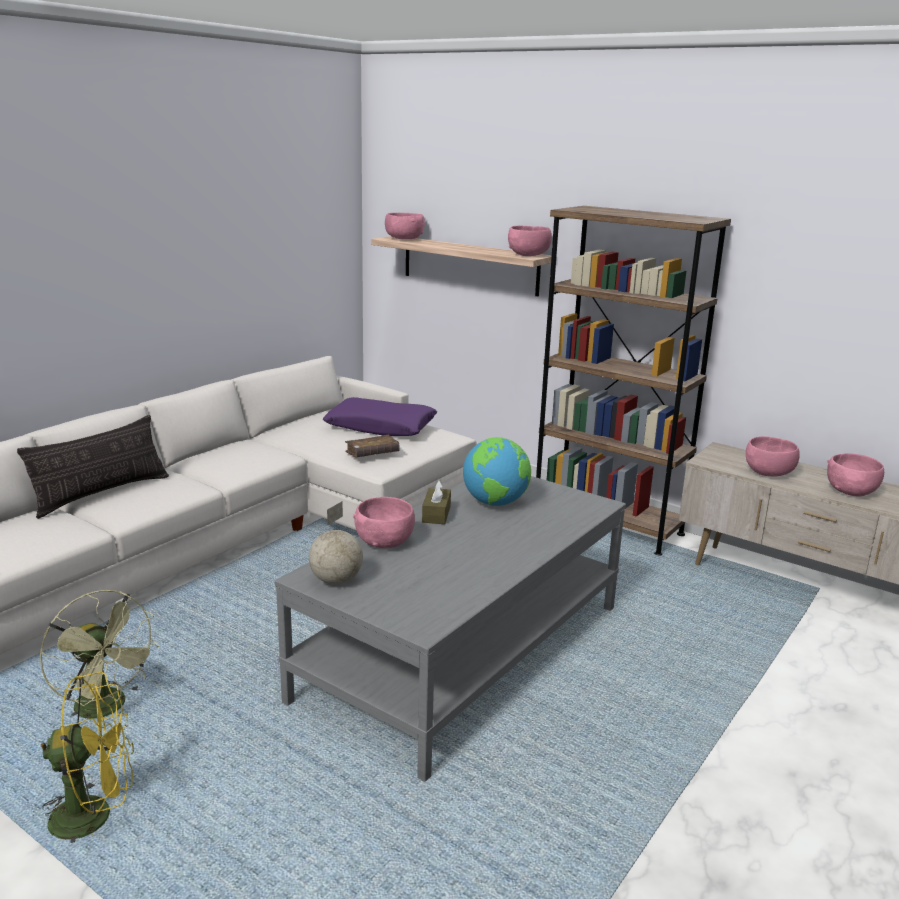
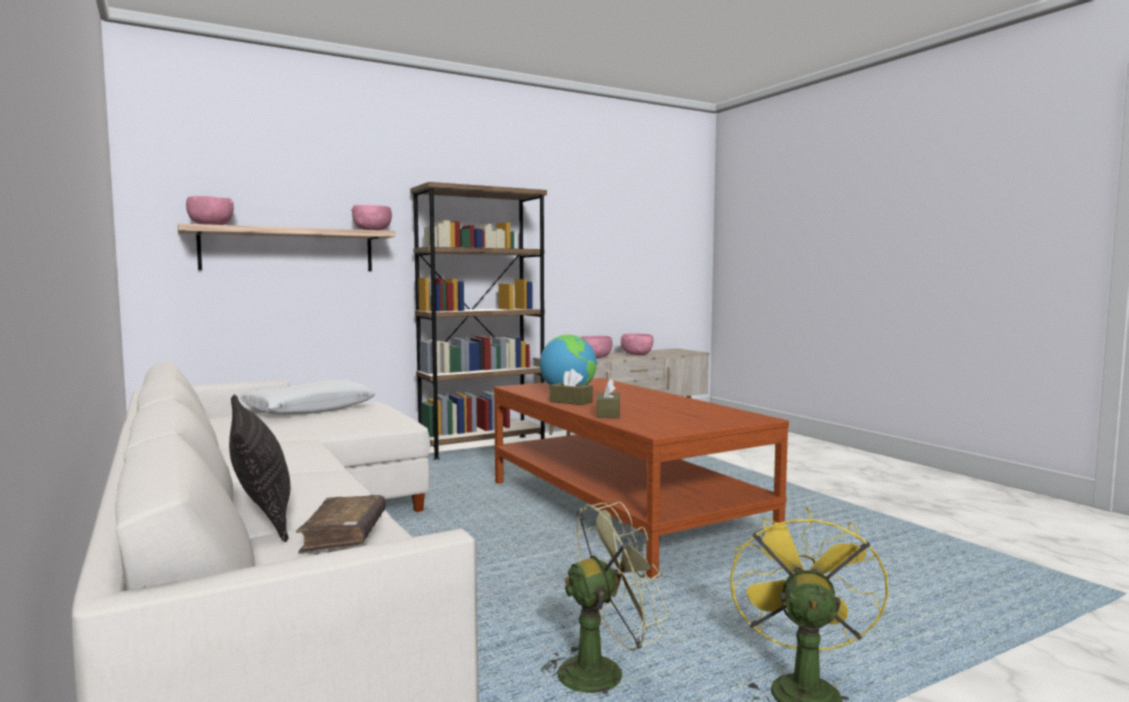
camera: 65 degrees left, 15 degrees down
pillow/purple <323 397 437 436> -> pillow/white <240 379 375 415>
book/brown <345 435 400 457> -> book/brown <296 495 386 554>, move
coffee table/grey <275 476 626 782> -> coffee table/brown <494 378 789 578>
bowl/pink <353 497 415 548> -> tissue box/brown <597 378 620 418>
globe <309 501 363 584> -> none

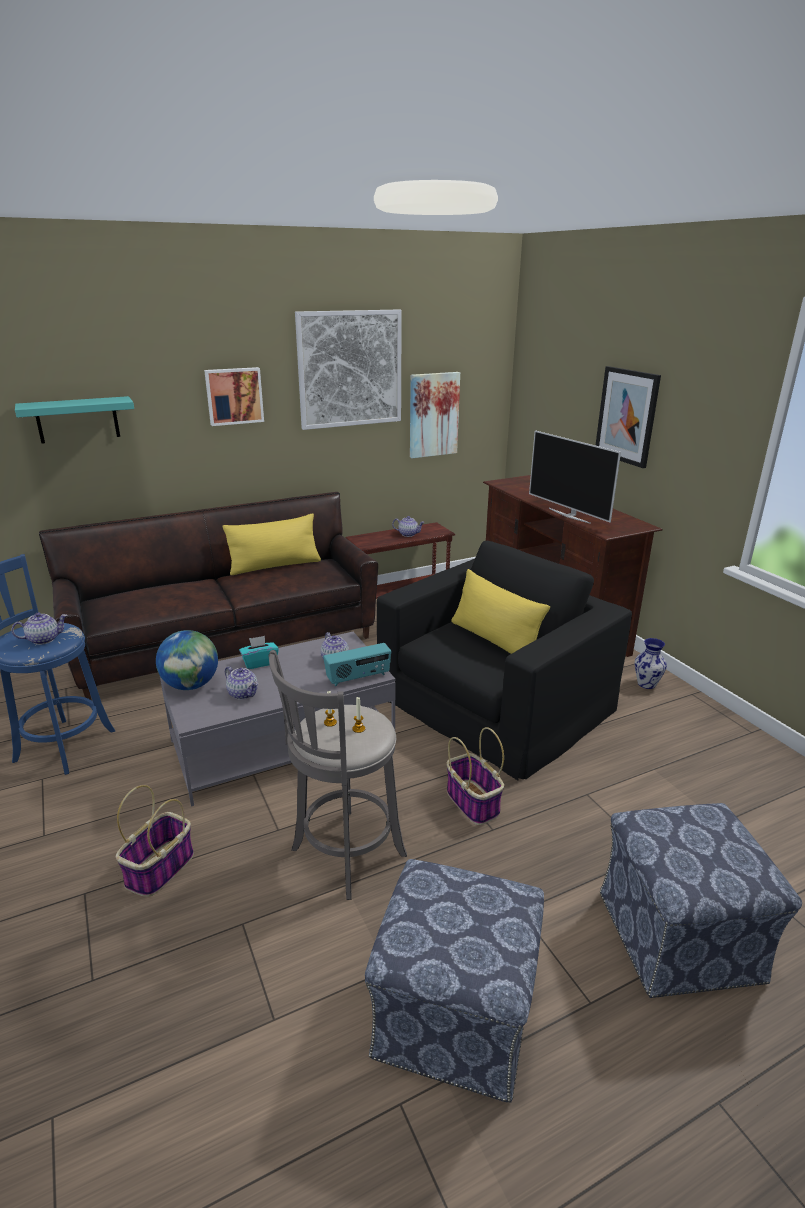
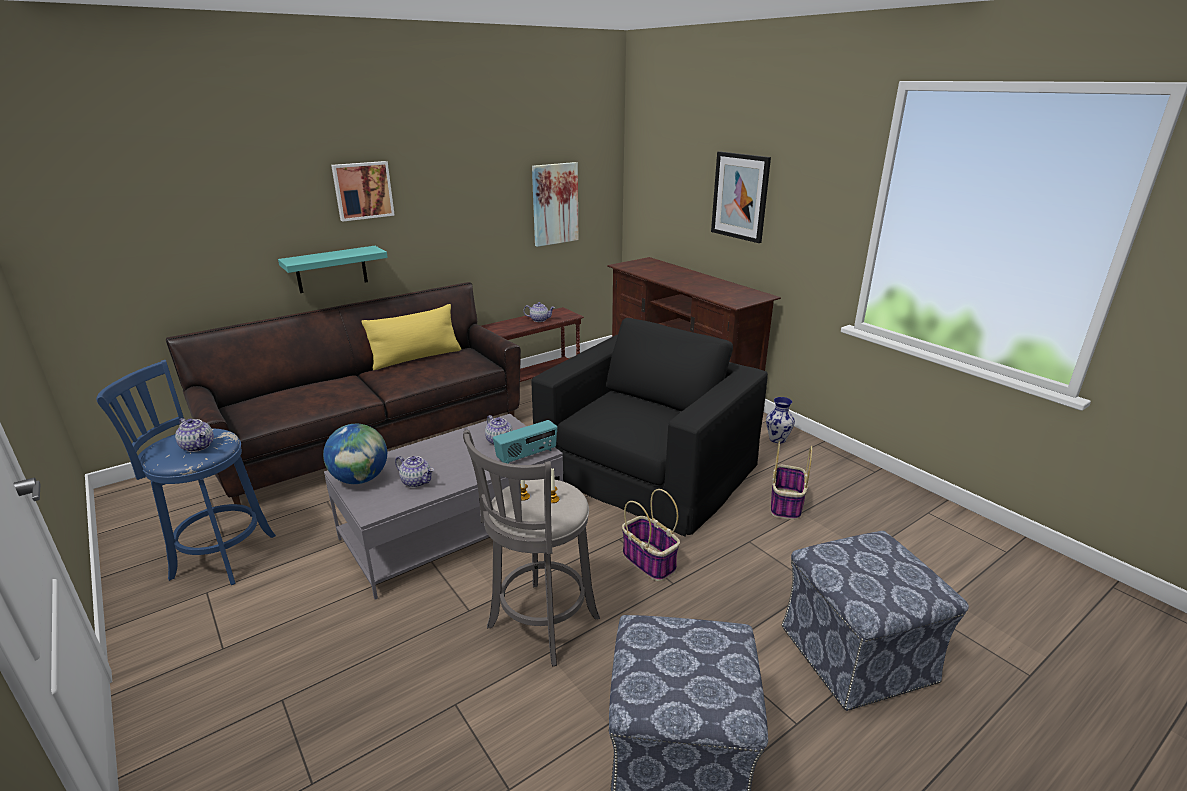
camera: 10 degrees left, 0 degrees up
picture <295 310 402 430> -> none
shelf/turquoise <15 396 134 443> -> shelf/turquoise <278 246 388 293>, move
television <529 430 621 524> -> none
pillow/yellow <451 569 550 654> -> none
teapot <11 612 67 645> -> teapot <175 418 214 452>, 75 degrees clockwise
tissue box/turquoise <239 636 279 669> -> none
basket <116 785 194 897> -> basket <771 441 812 520>, move

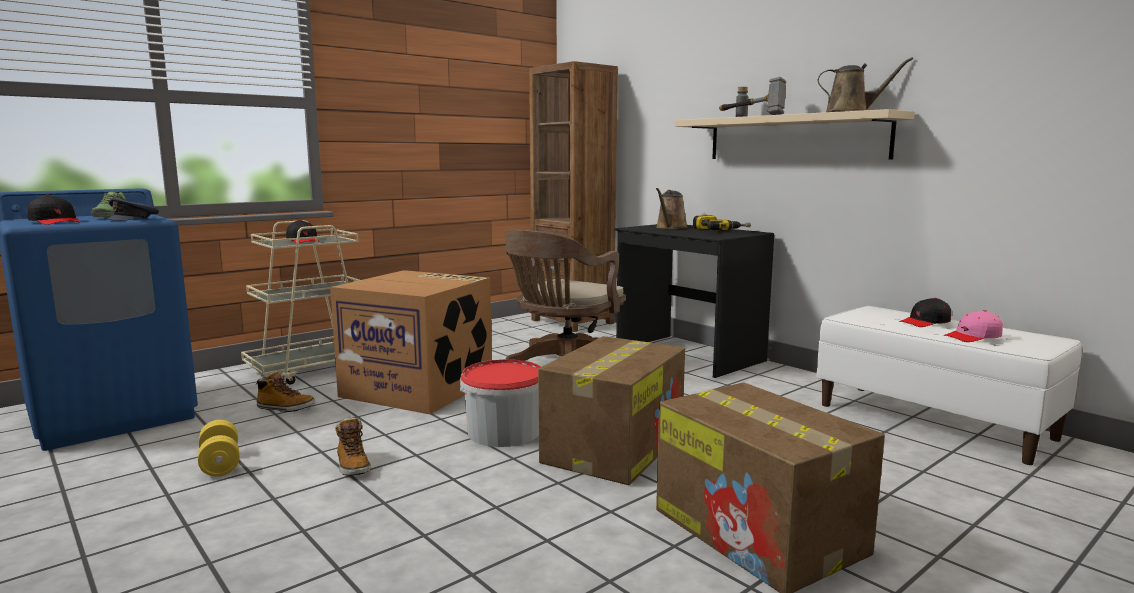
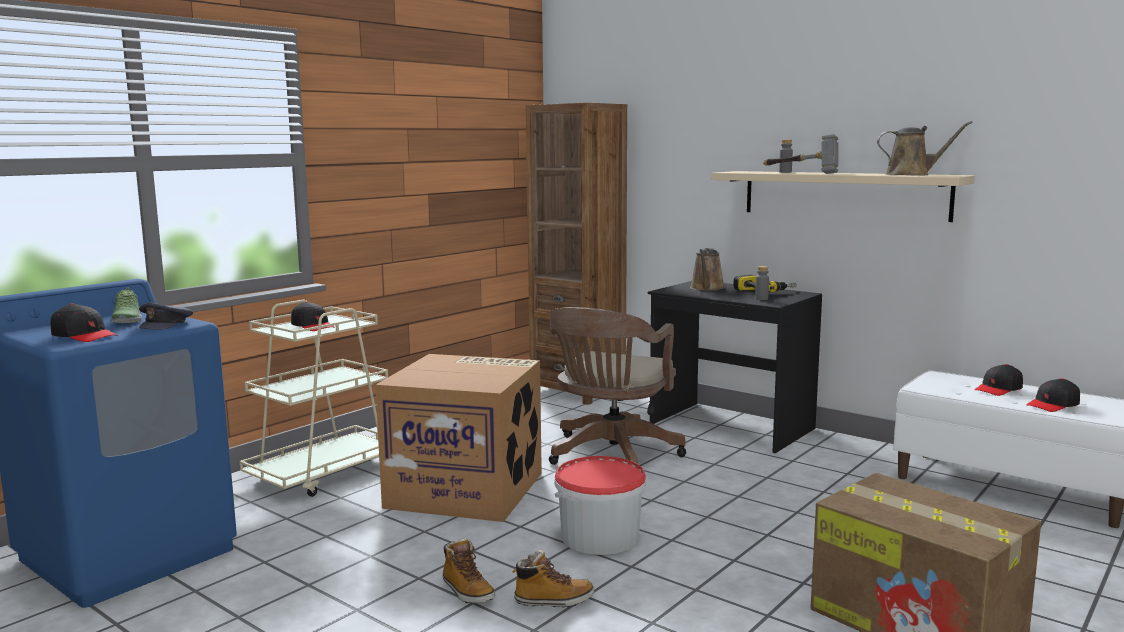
camera: 10 degrees left, 0 degrees up
cap/pink <944 310 1003 342> -> cap/black <1026 378 1080 412>
cardboard box <538 336 685 485> -> none
boot <255 371 315 412> -> boot <512 550 594 608>, move
dumbbell/yellow <198 420 240 476> -> none
none -> bottle/grey <755 266 769 300>

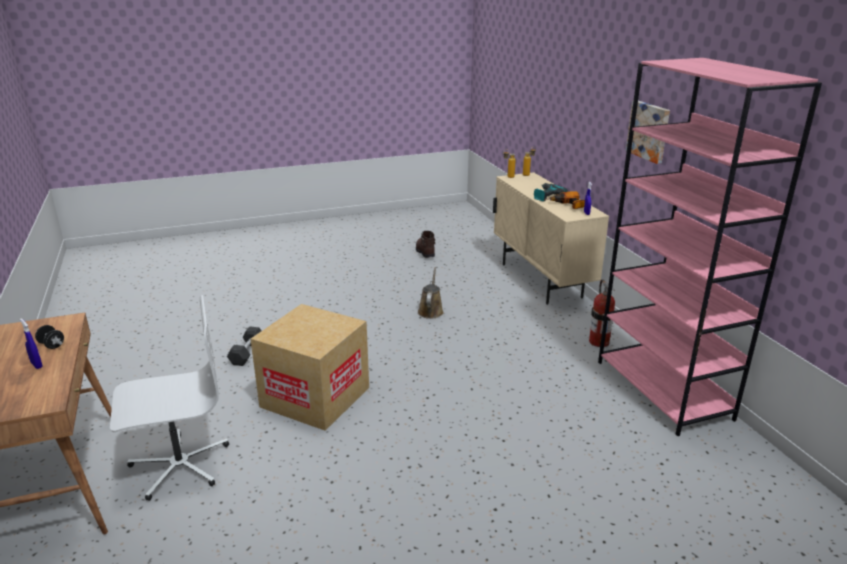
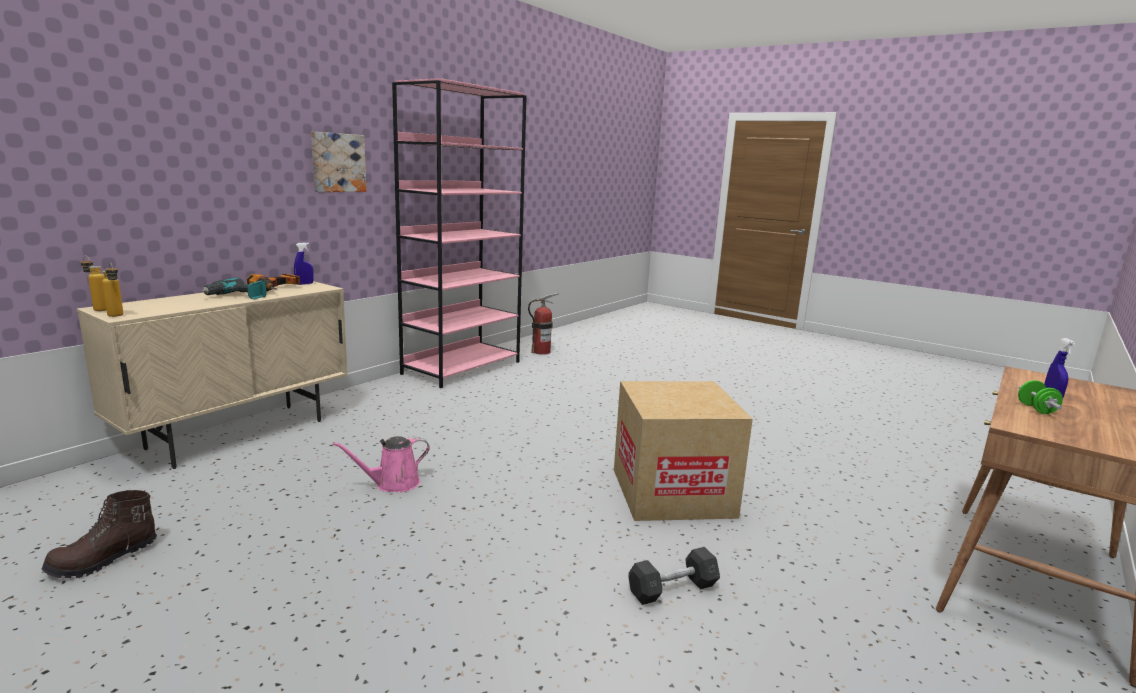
camera: 125 degrees left, 10 degrees down
watering can/brown <418 267 444 319> -> watering can/pink <333 436 430 492>
fire extinguisher <589 279 615 347> -> fire extinguisher <528 293 559 355>, move
office chair/white <110 295 229 501> -> none
dumbbell/black <35 325 64 349> -> dumbbell/green <1018 380 1063 414>

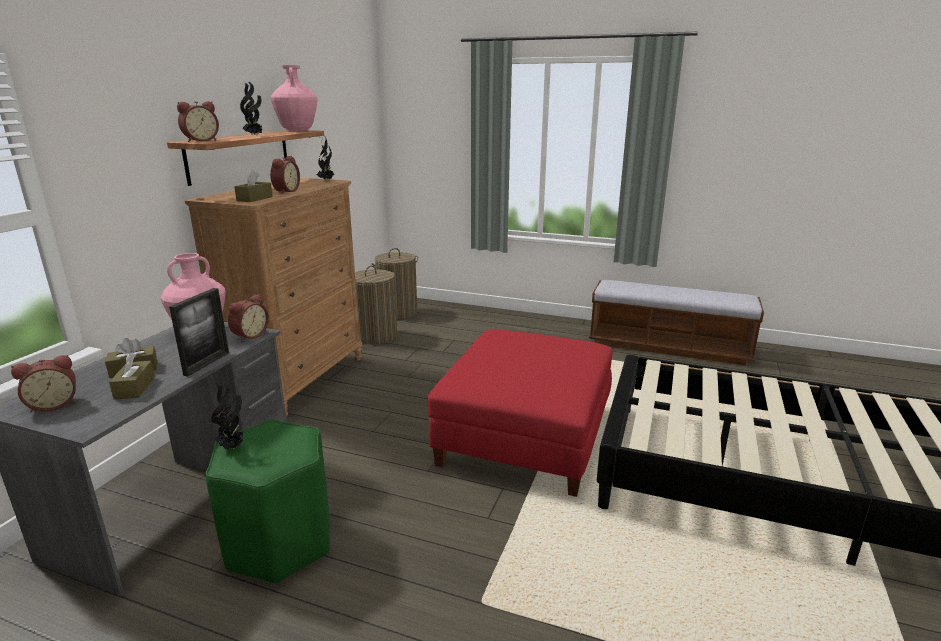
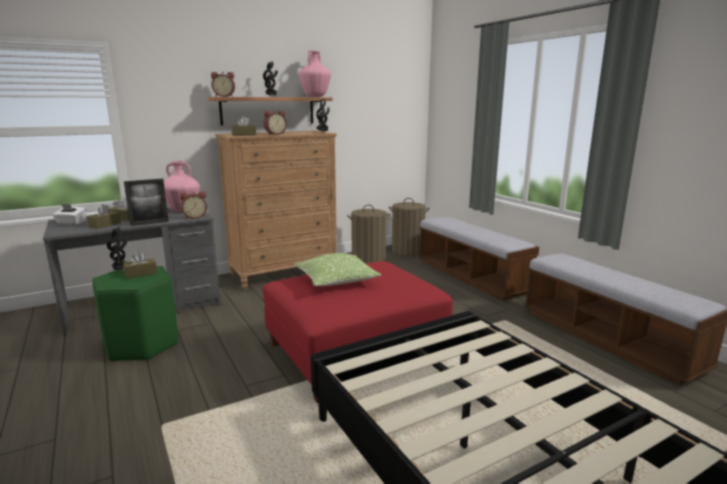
camera: 40 degrees right, 5 degrees down
alarm clock <11 355 76 412> -> tissue box/white <52 204 86 225>
none -> bench <419 217 539 301>
none -> tissue box/brown <123 251 157 279>
none -> pillow <295 253 381 286>

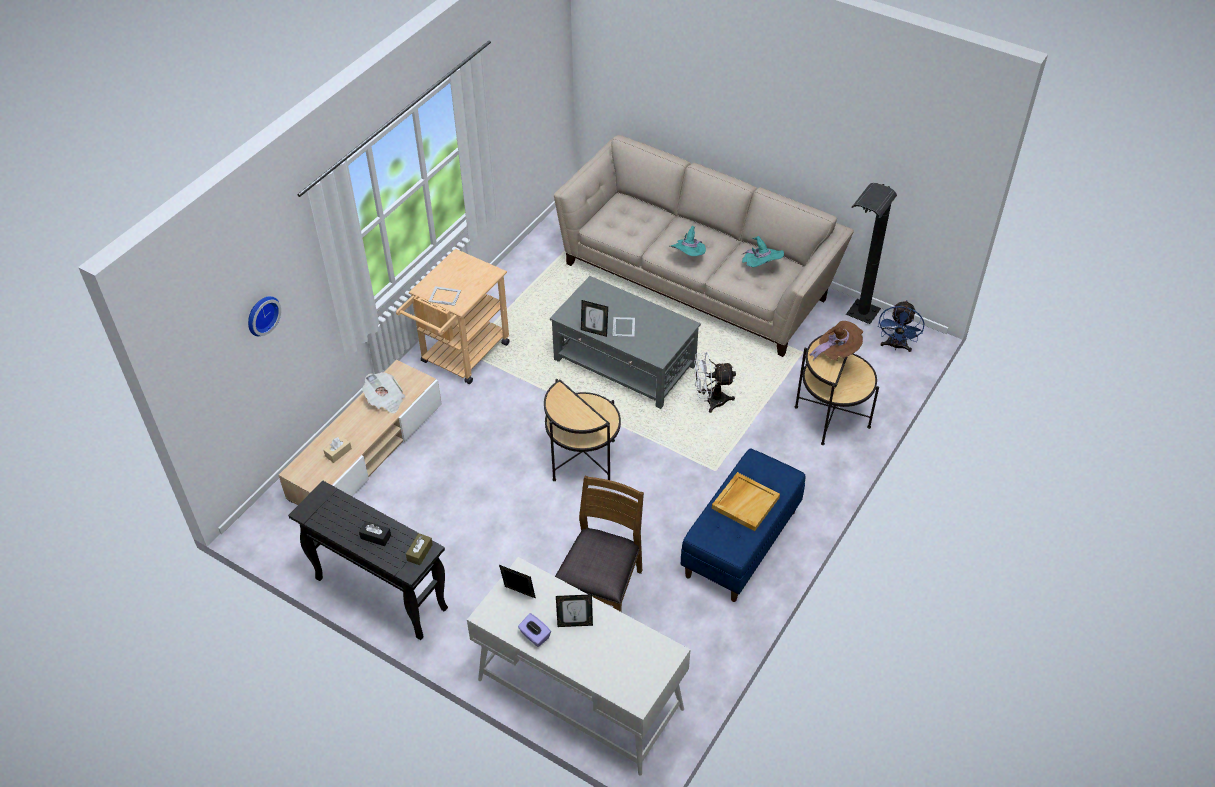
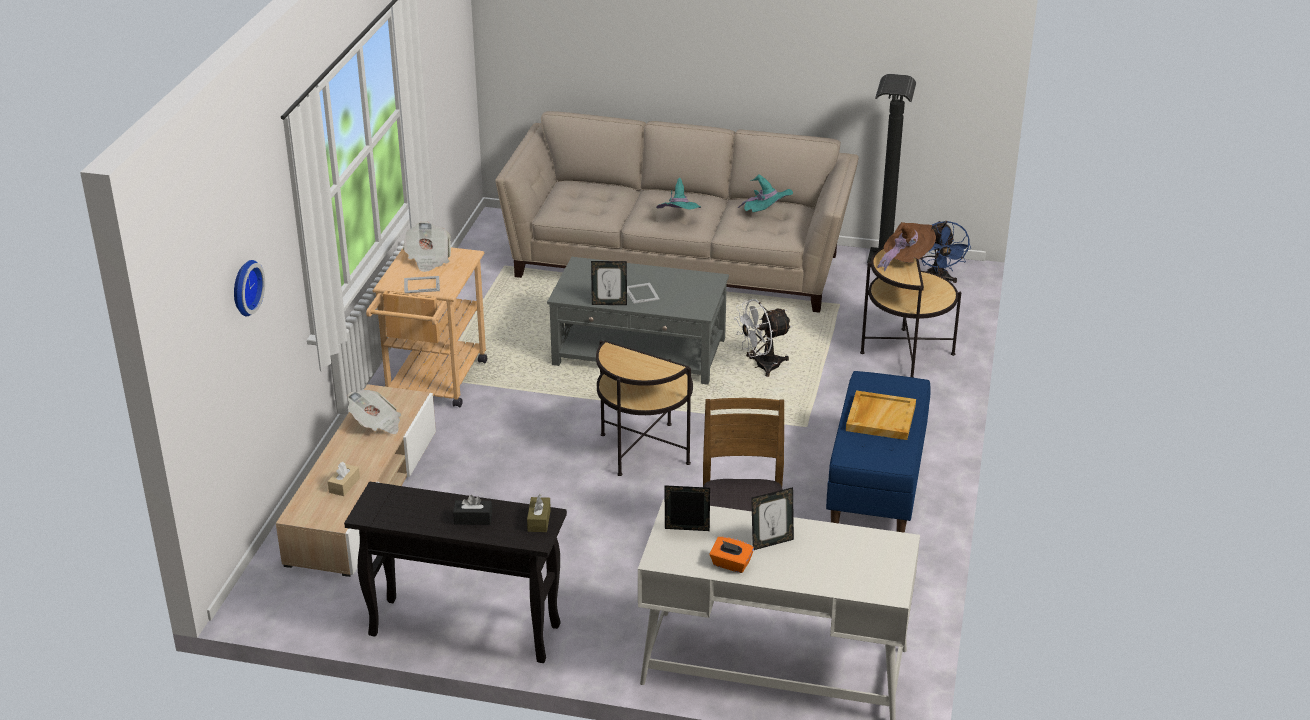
camera: 20 degrees left, 15 degrees down
tissue box/purple <518 613 551 647> -> tissue box/orange <709 537 754 573>
none -> newspaper <403 221 451 272>

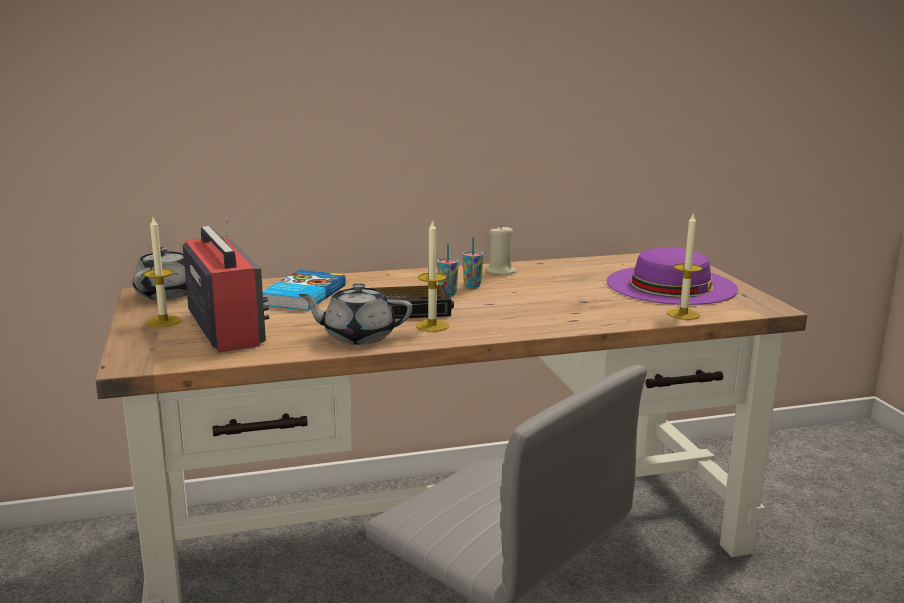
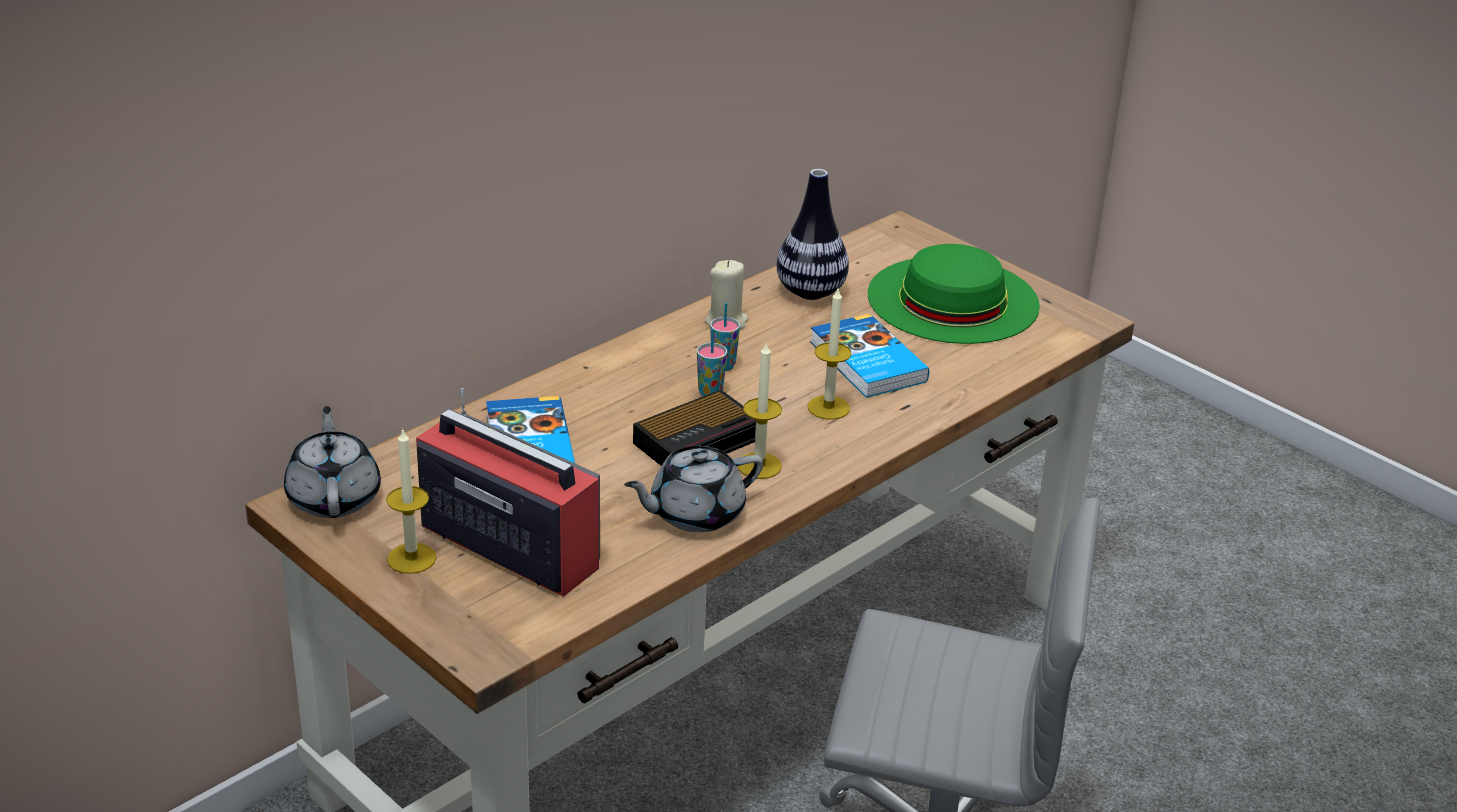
camera: 30 degrees left, 15 degrees up
candle <667 214 702 320> -> candle <808 289 851 420>, move
hat/purple <607 247 738 305> -> hat/green <868 244 1040 344>
none -> vase <777 169 849 300>
none -> book <810 314 929 398>

